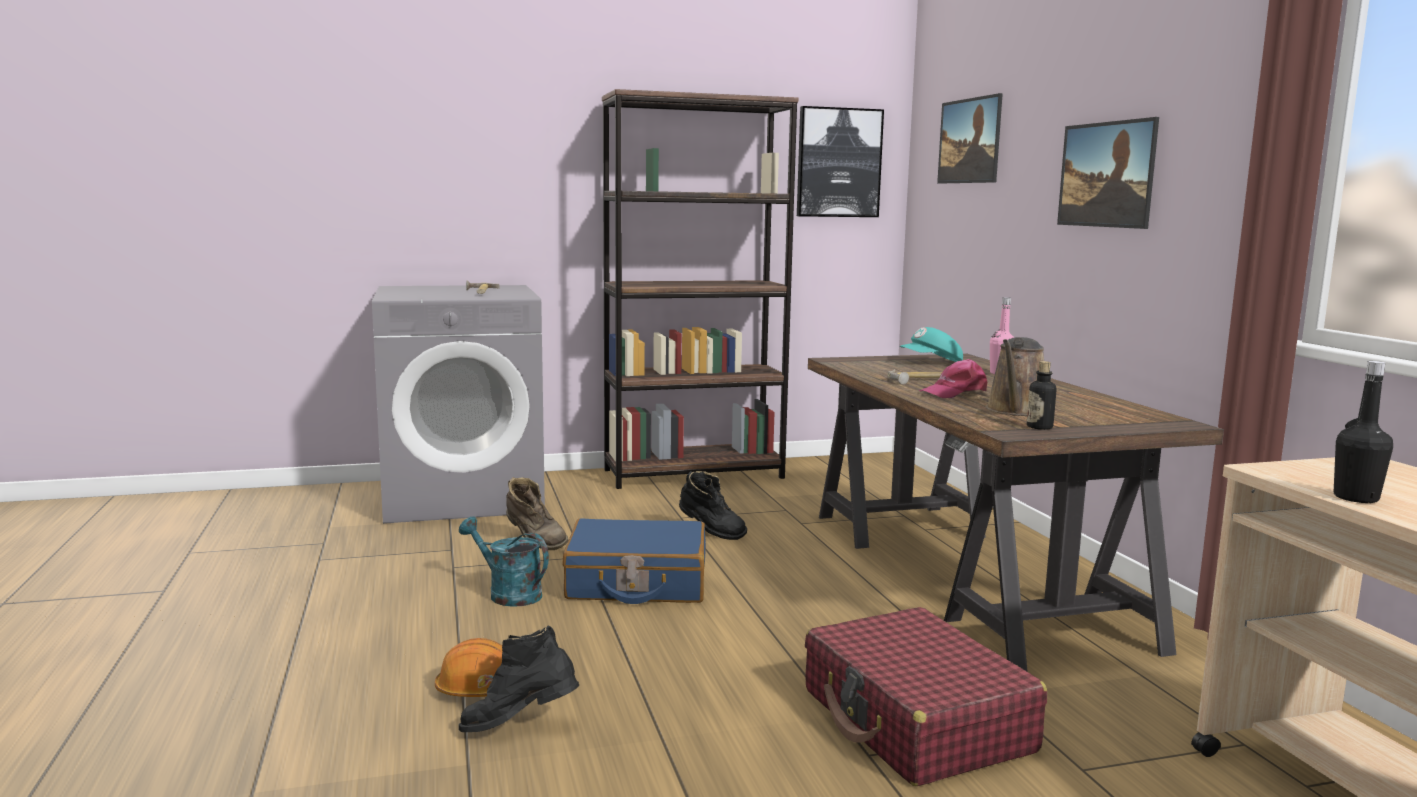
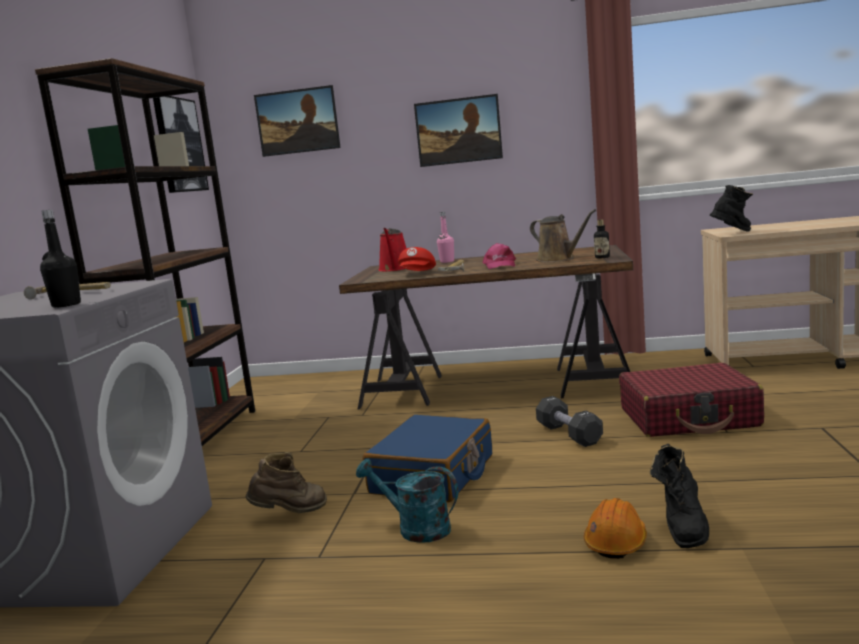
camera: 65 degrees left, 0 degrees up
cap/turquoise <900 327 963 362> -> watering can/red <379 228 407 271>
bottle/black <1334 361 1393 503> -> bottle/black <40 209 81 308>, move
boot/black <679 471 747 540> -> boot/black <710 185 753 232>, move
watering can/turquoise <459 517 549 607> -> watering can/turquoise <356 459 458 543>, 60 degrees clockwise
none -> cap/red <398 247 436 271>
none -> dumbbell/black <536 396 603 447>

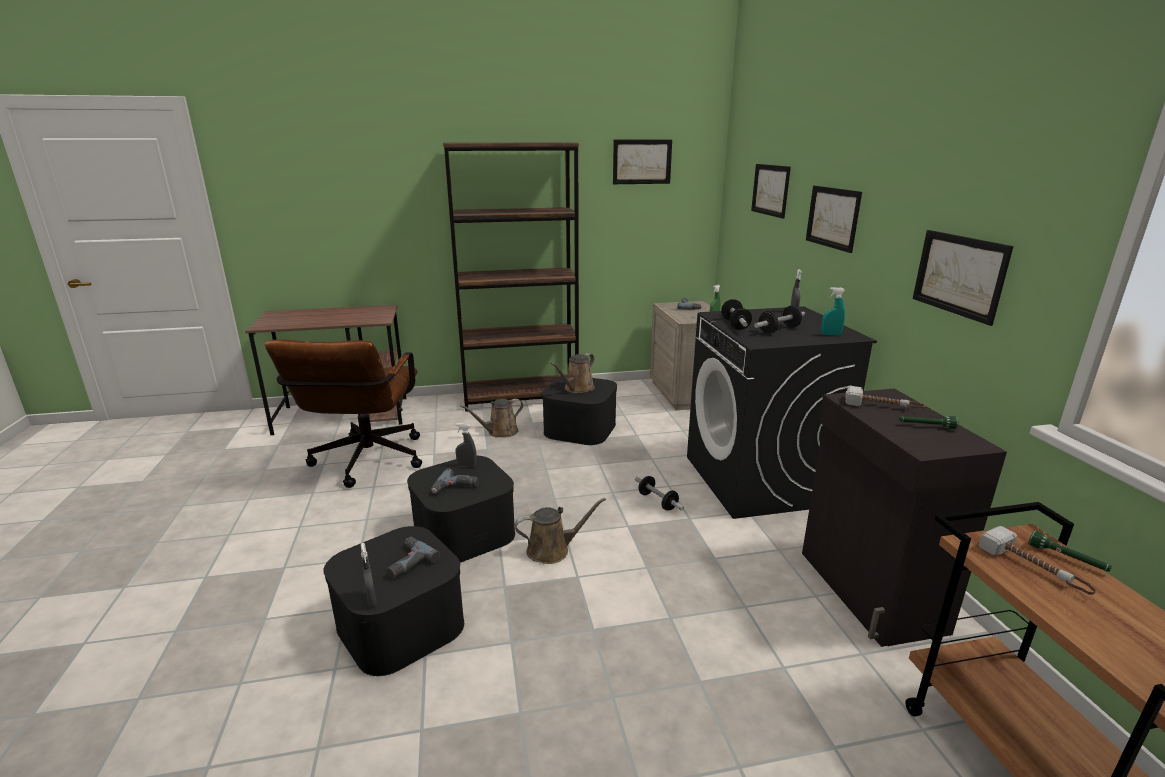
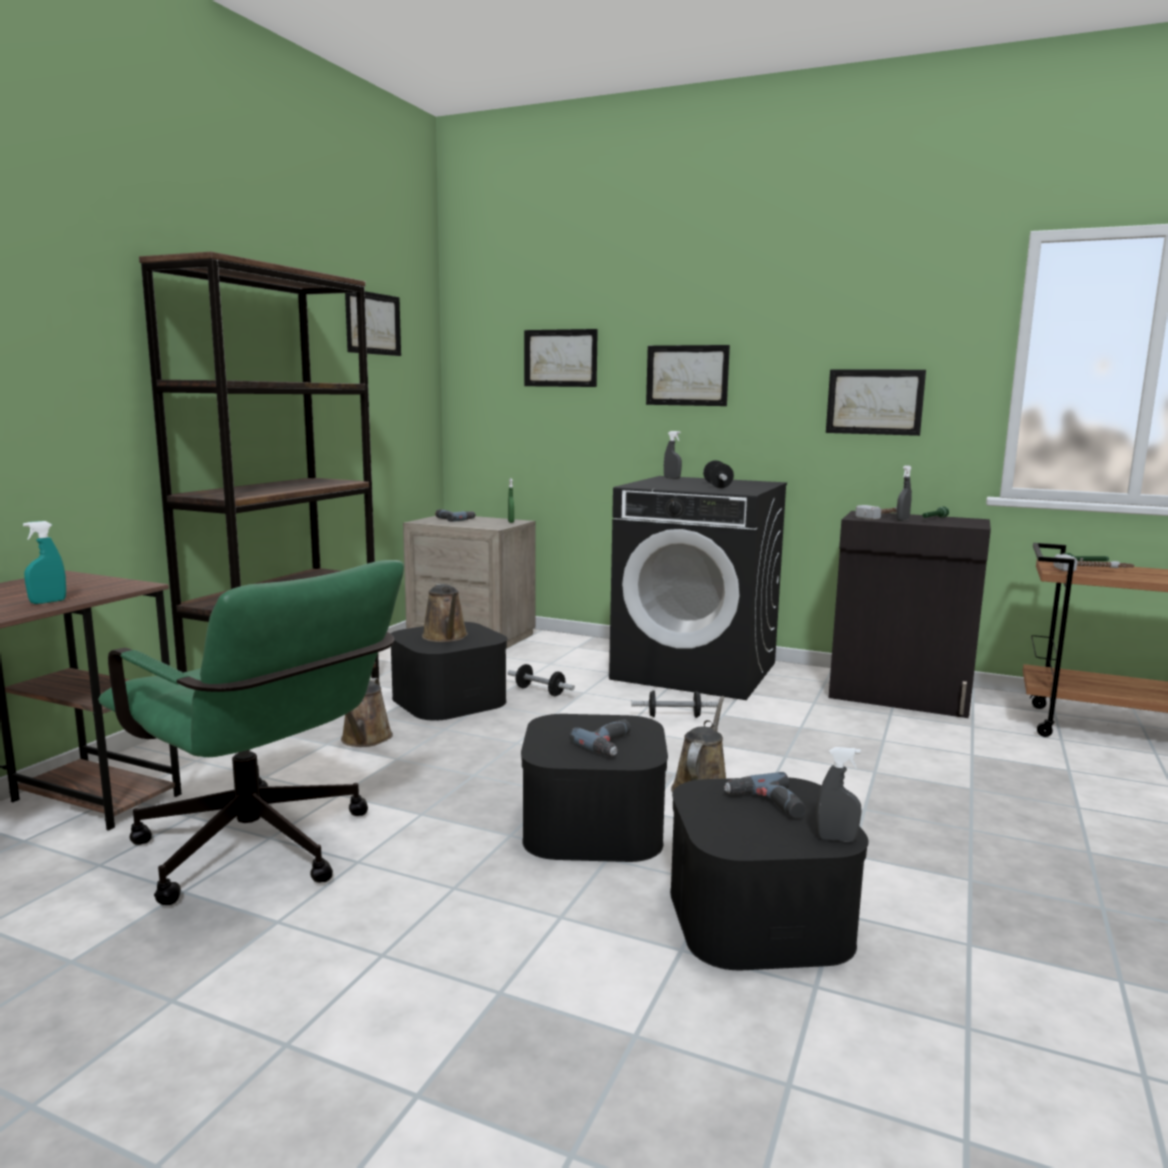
camera: 55 degrees left, 10 degrees down
spray bottle/turquoise <821 287 846 336> -> spray bottle/turquoise <23 521 66 604>, move
dumbbell <721 299 752 330> -> dumbbell <508 664 575 696>, move
office chair/brown <265 339 422 488> -> office chair/green <98 560 404 905>
spray bottle/grey <456 423 477 467> -> spray bottle/grey <896 465 912 521>, move

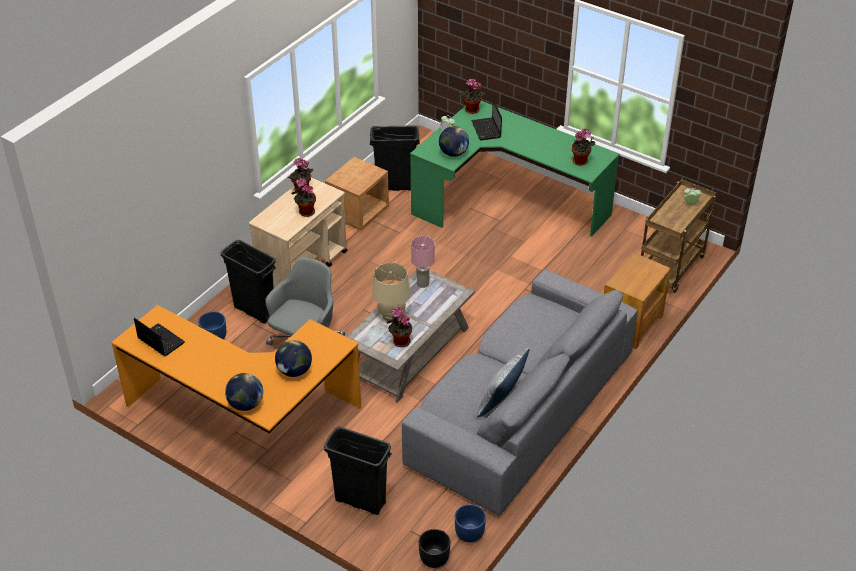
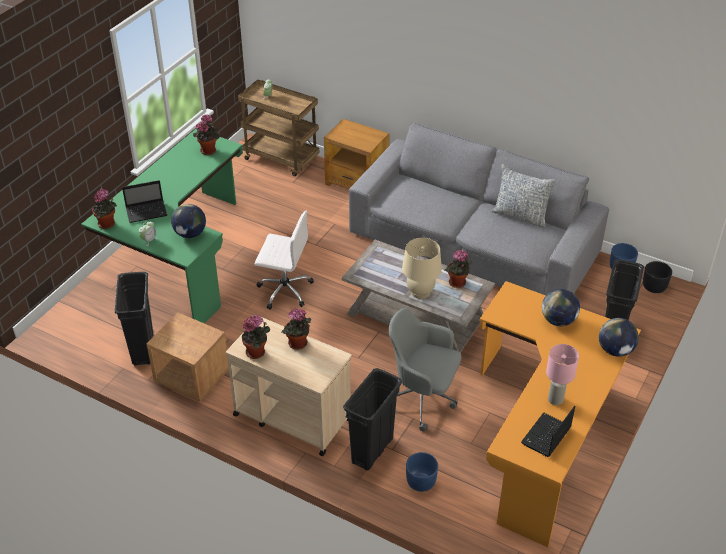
camera: 95 degrees left, 0 degrees up
table lamp/pink <411 236 435 288> -> table lamp/pink <546 344 579 405>, move
none -> office chair/white <254 211 314 310>

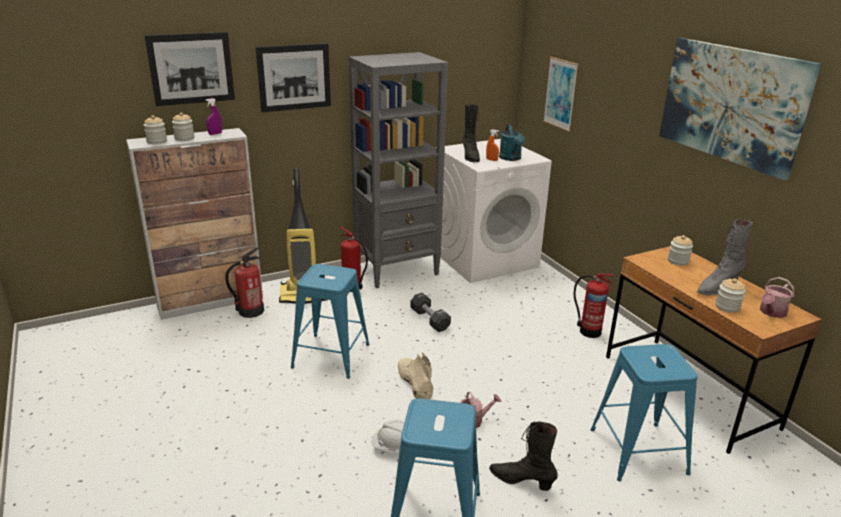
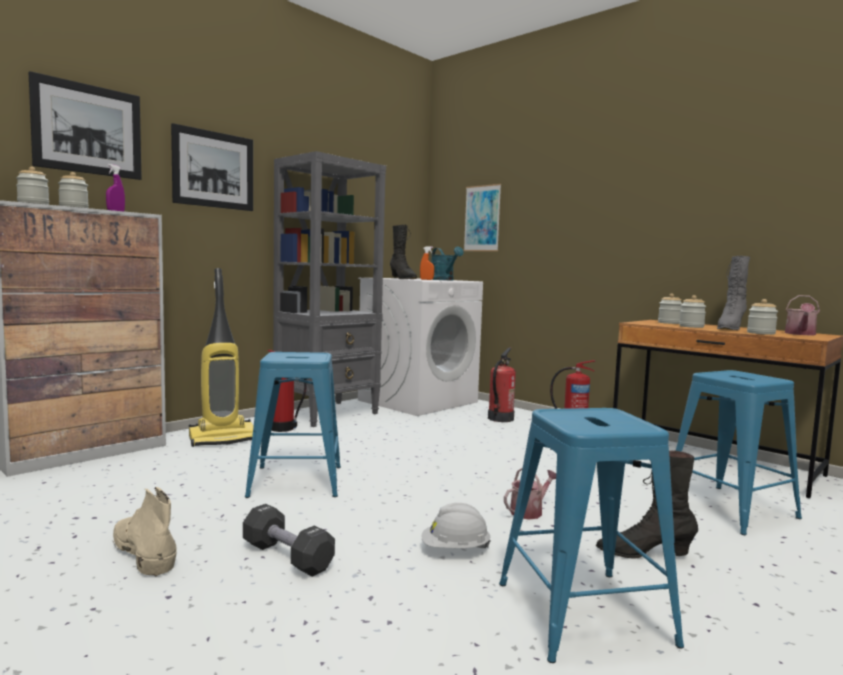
camera: 20 degrees left, 20 degrees down
picture <659 38 821 180> -> none
fire extinguisher <225 247 264 318> -> fire extinguisher <488 347 516 422>, move
dumbbell/black <411 293 451 332> -> dumbbell/black <243 504 335 577>, move
boot/beige <398 353 433 399> -> boot/beige <113 487 177 576>, move
none -> jar <679 295 706 328>

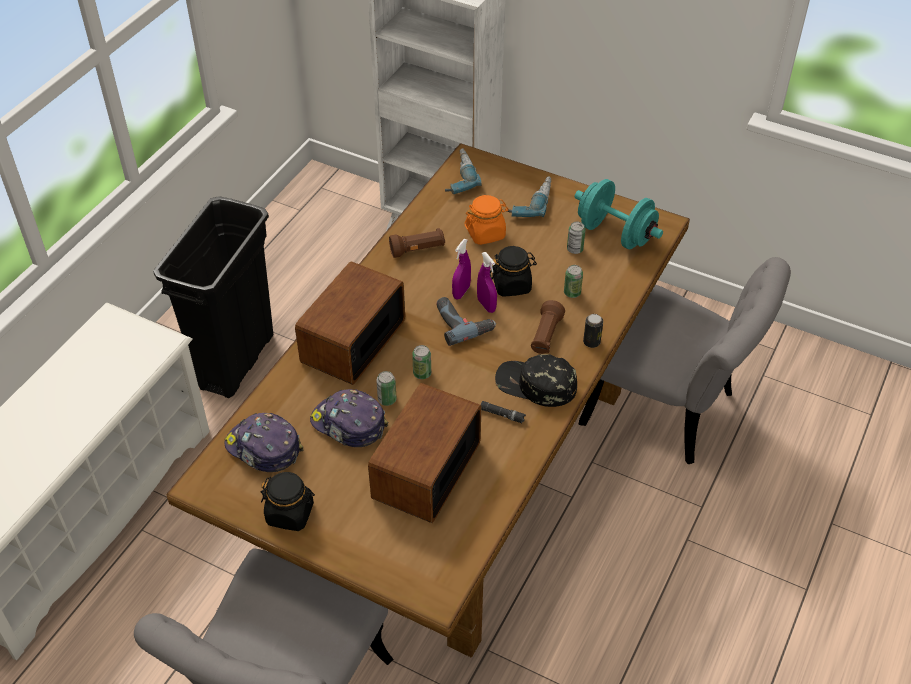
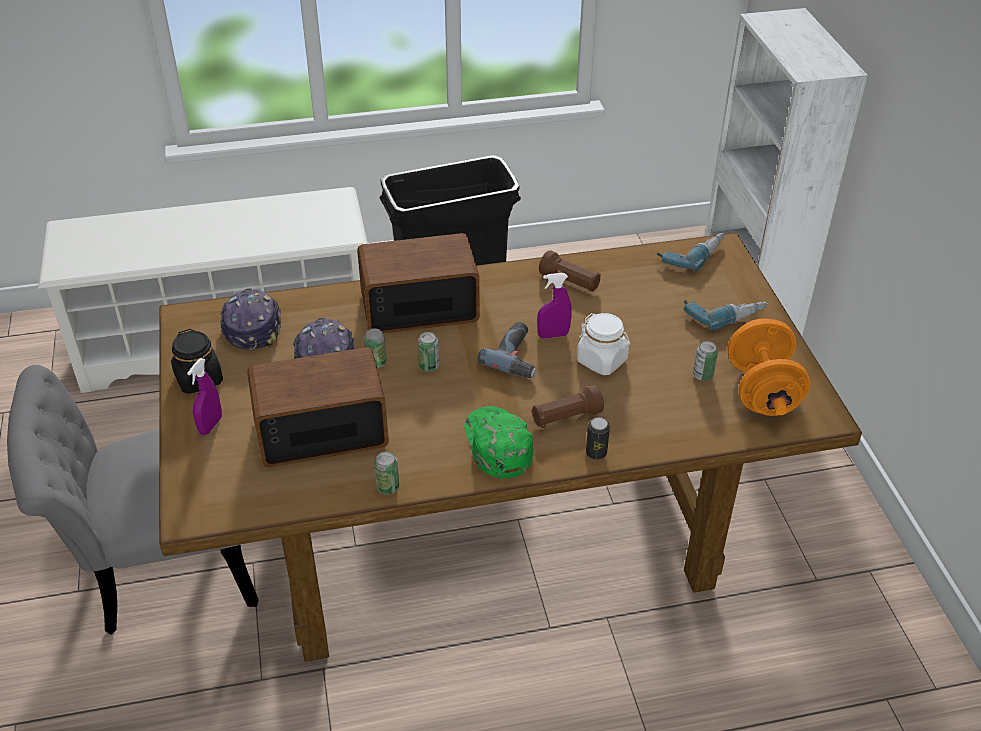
camera: 50 degrees right, 5 degrees down
dumbbell/turquoise <574 179 663 249> -> dumbbell/orange <727 319 810 416>
jar/orange <464 195 509 245> -> none
jar/black <490 246 537 297> -> jar/white <577 313 630 375>
spray bottle/purple <477 252 497 313> -> spray bottle/purple <187 358 222 435>, move
chair/grey <579 257 791 464> -> none
can <564 265 583 298> -> can <374 451 399 494>, move
cap/black <495 354 577 407> -> cap/green <464 406 533 479>
flashlight/black <481 401 526 424> -> none

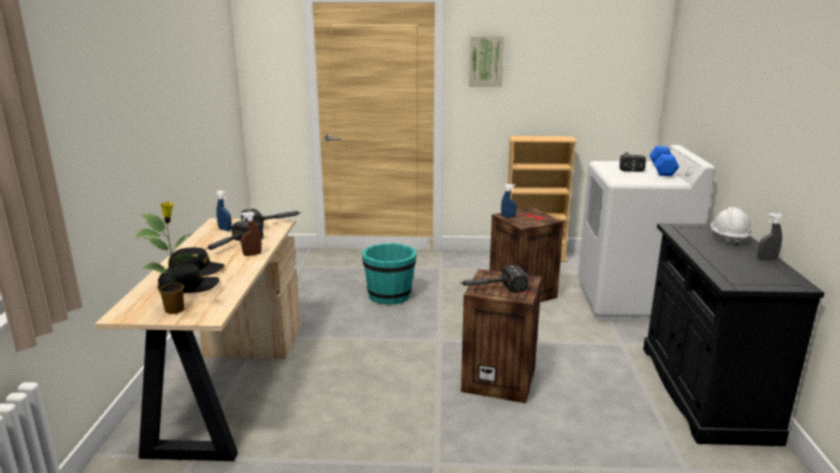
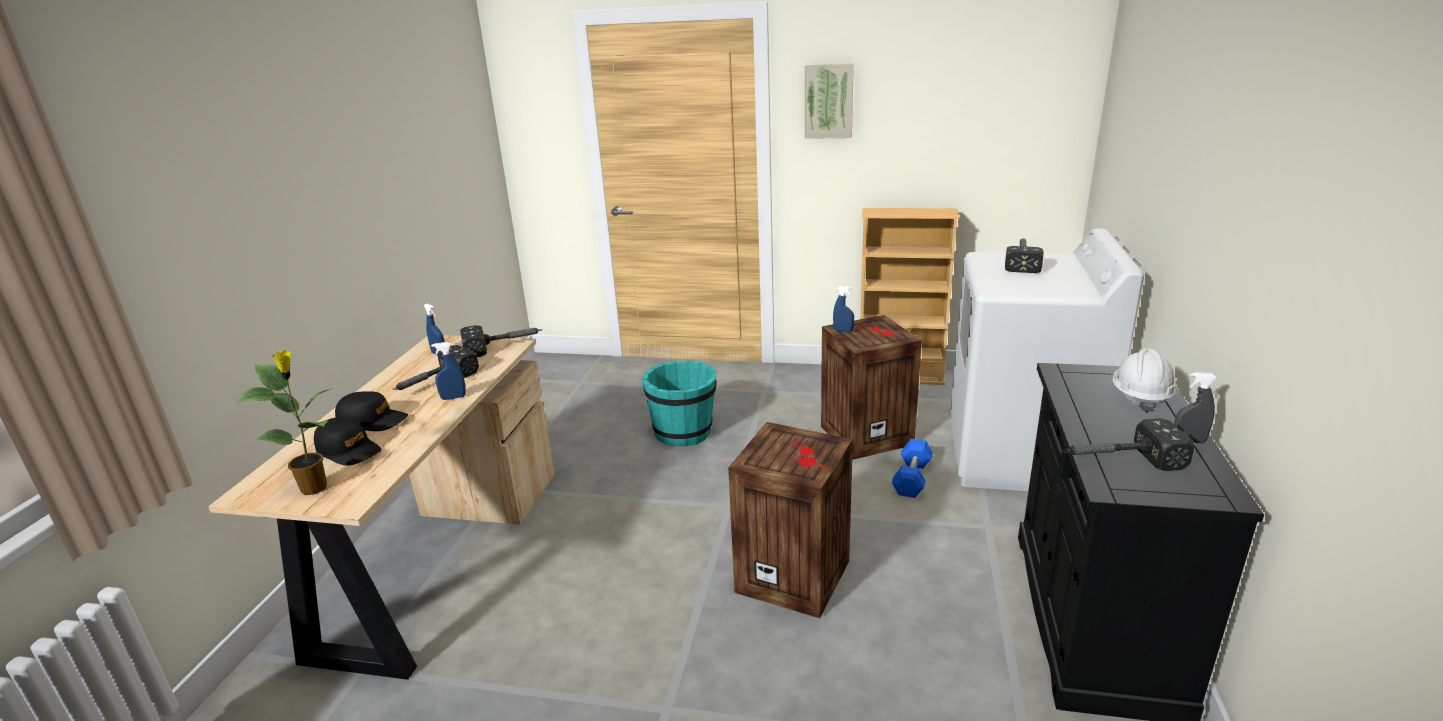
camera: 10 degrees right, 5 degrees up
dumbbell/blue <649 146 679 176> -> dumbbell/blue <892 439 933 498>, move
spray bottle/brown <240 212 262 256> -> spray bottle/blue <431 342 466 400>
cap/black <158 264 219 293> -> cap/black <314 417 381 465>, 45 degrees clockwise
hammer <459 265 528 293> -> hammer <1063 418 1194 471>, move

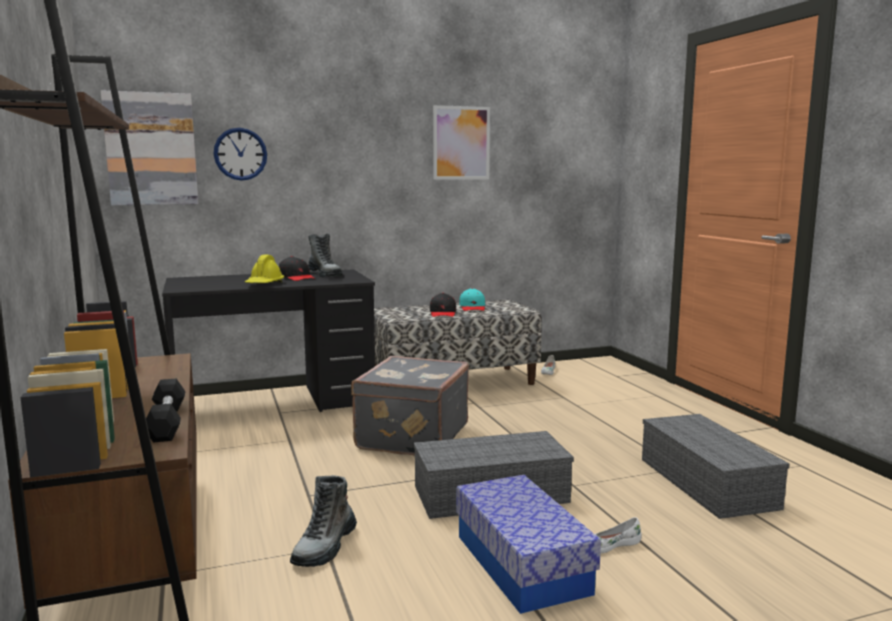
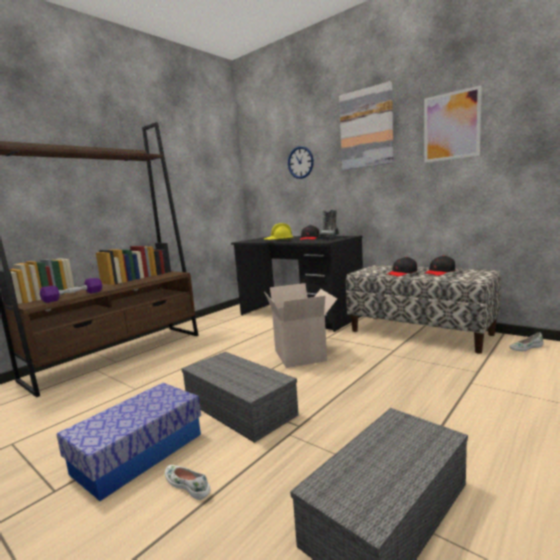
camera: 60 degrees right, 0 degrees up
picture <101 90 198 206> -> picture <339 81 393 170>, move
cap/turquoise <459 288 485 311> -> cap/black <424 255 455 276>
suitcase/grey <351 356 469 456> -> cardboard box <264 283 337 368>
dumbbell/black <146 378 185 443> -> dumbbell/purple <40 278 102 303>
boot <290 475 357 567> -> none

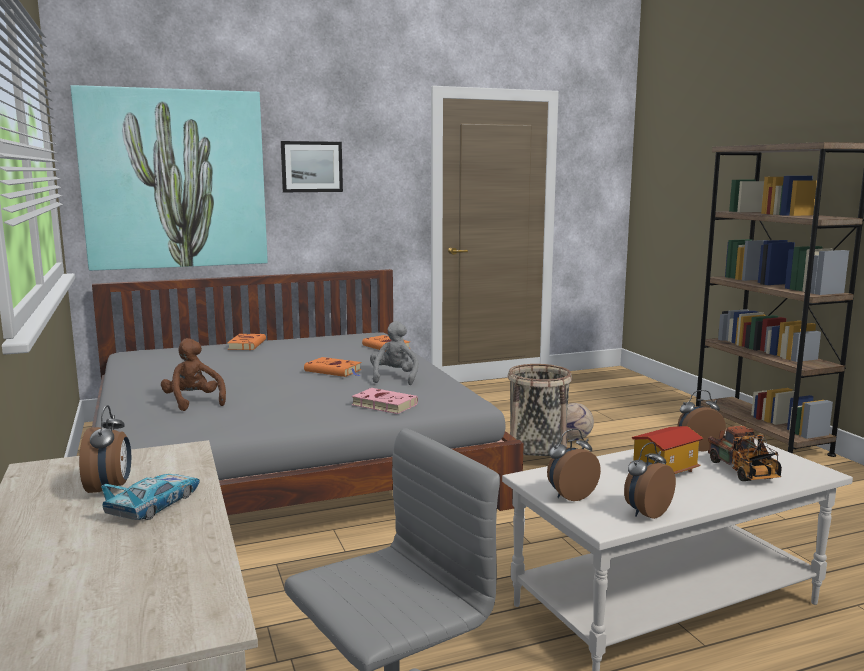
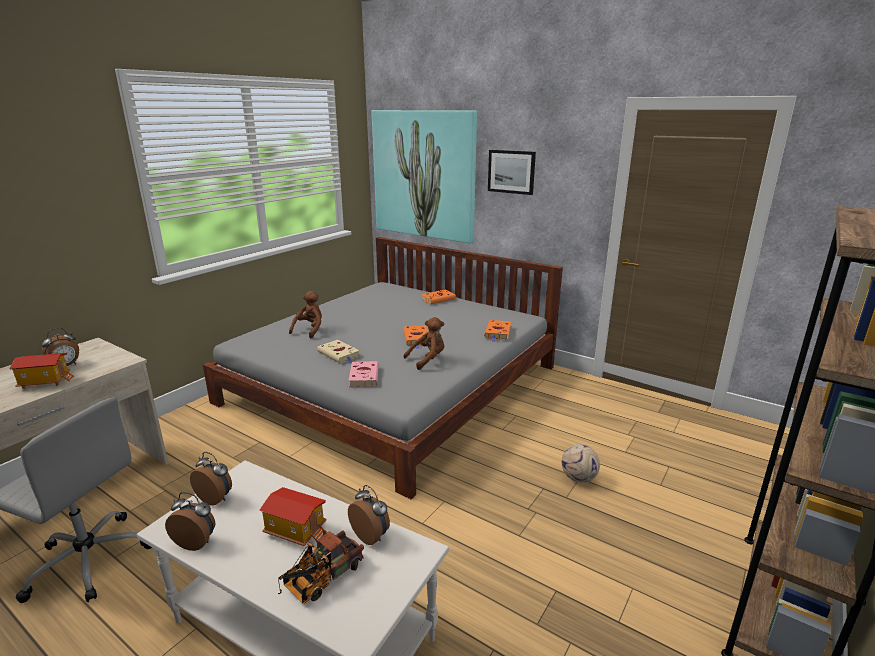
camera: 55 degrees right, 10 degrees up
plush toy/grey <370 321 418 385> -> plush toy/brown <403 317 444 370>
basket <507 364 572 456> -> none
toy car <101 474 200 520> -> toy house <9 353 74 389>
none -> book/beige <317 340 360 364>

